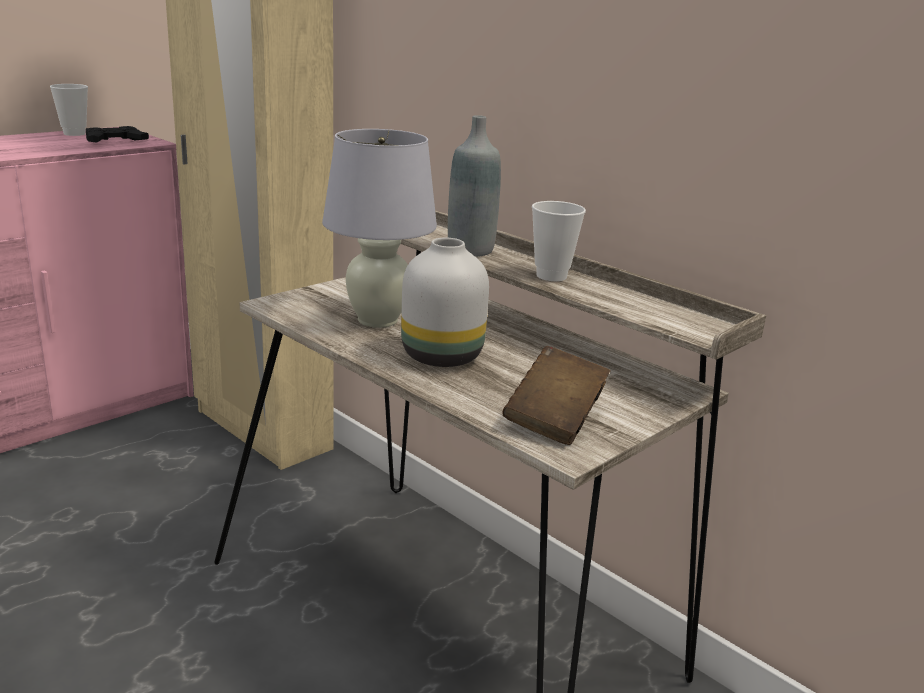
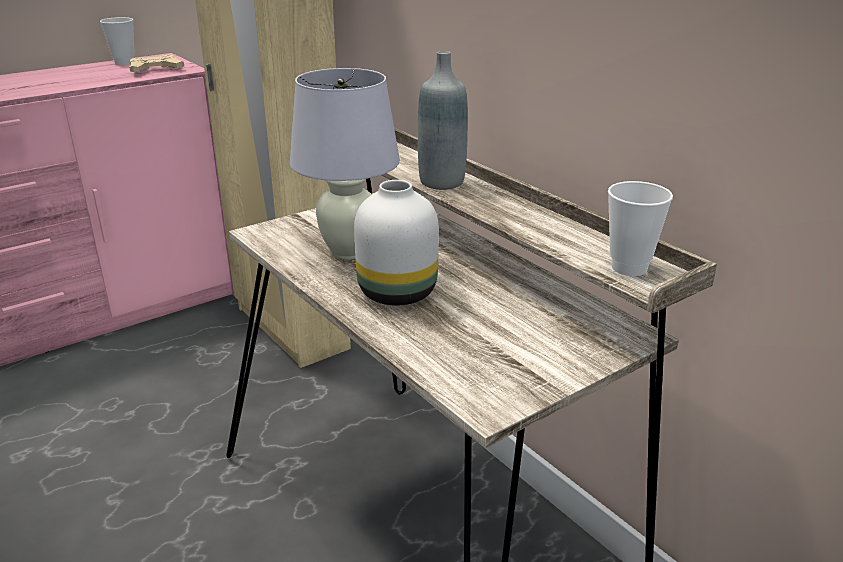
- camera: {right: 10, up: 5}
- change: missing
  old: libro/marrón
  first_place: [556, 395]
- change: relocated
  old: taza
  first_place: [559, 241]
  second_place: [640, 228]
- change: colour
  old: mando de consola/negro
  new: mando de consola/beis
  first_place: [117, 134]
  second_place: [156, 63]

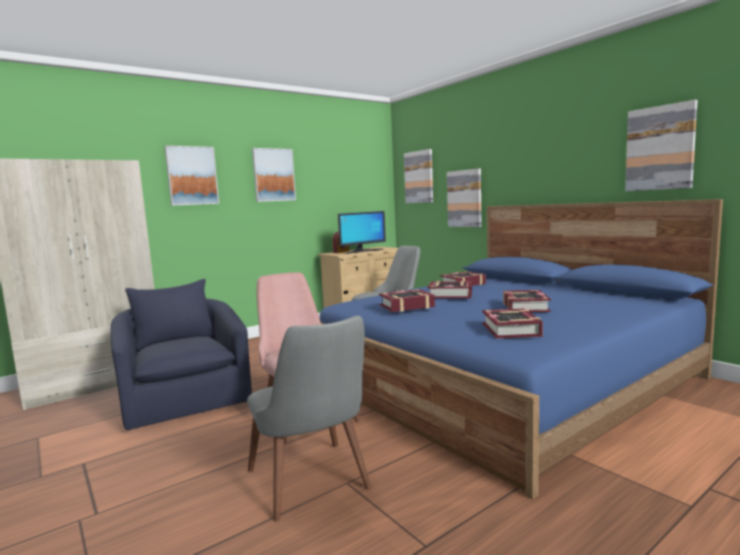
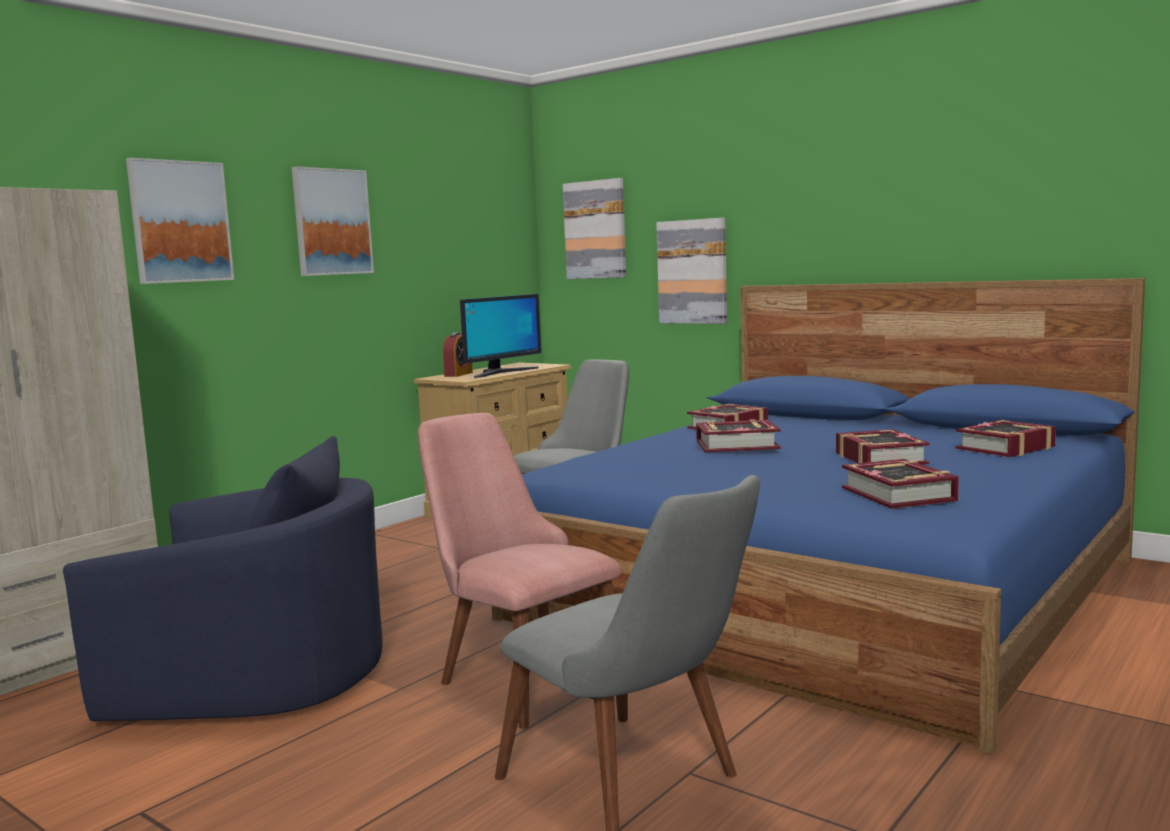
- camera: {right: -15, up: 0}
- change: missing
  old: cuadro
  first_place: [661, 145]
- change: relocated
  old: libro
  first_place: [407, 300]
  second_place: [1006, 438]
- change: spun
  old: sillón/azul
  first_place: [181, 354]
  second_place: [222, 578]
  degrees: 135

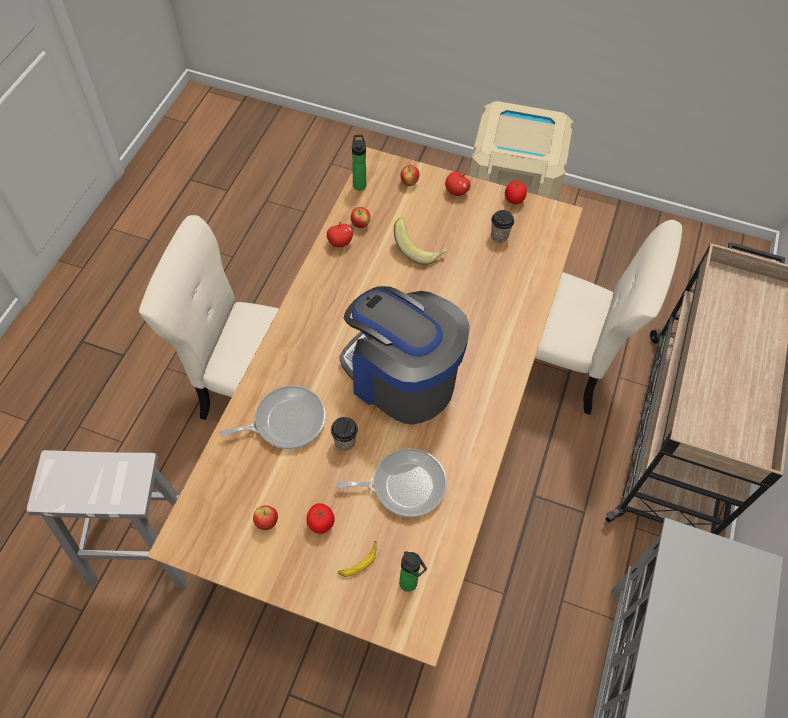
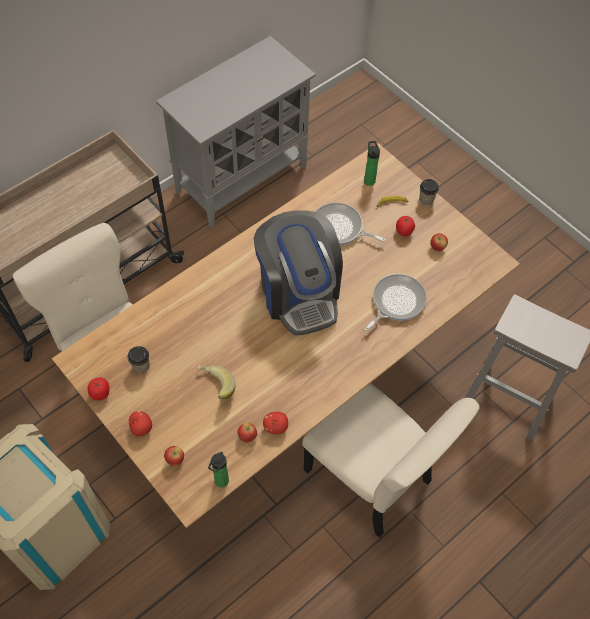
- camera: {right: -150, up: 0}
- change: relocated
  old: taza
  first_place: [344, 434]
  second_place: [429, 192]
- change: spun
  old: sartén
  first_place: [273, 417]
  second_place: [395, 302]
  degrees: 120

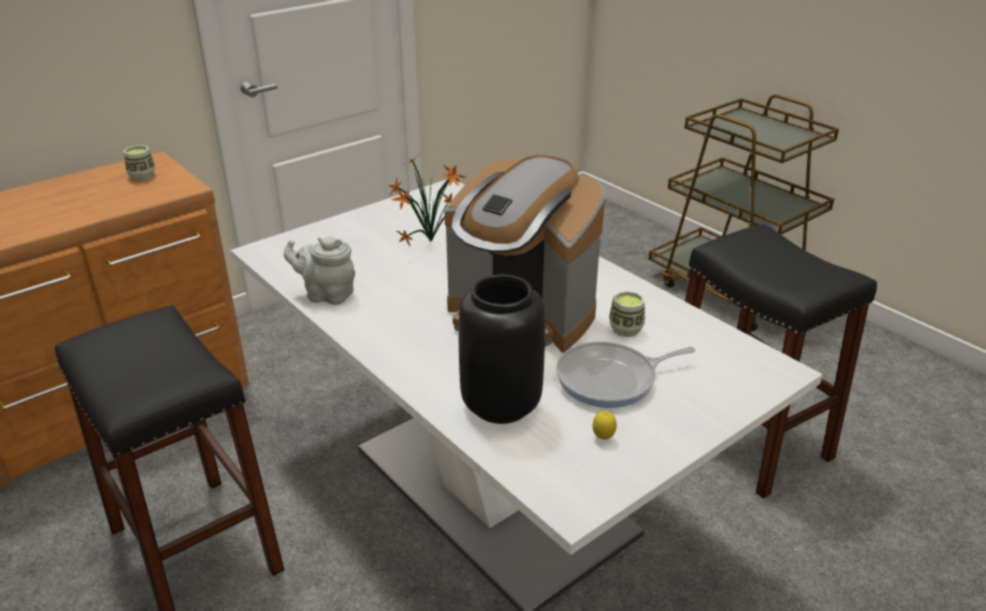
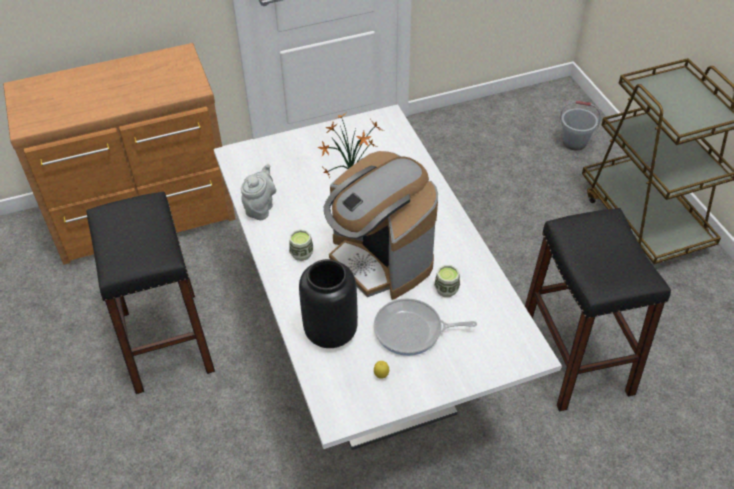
- camera: {right: 20, up: 15}
- change: appeared
  new: cubo/gris
  second_place: [580, 126]
- change: relocated
  old: taza
  first_place: [139, 163]
  second_place: [301, 245]
- change: spun
  old: tetera/gris
  first_place: [319, 270]
  second_place: [258, 192]
  degrees: 75

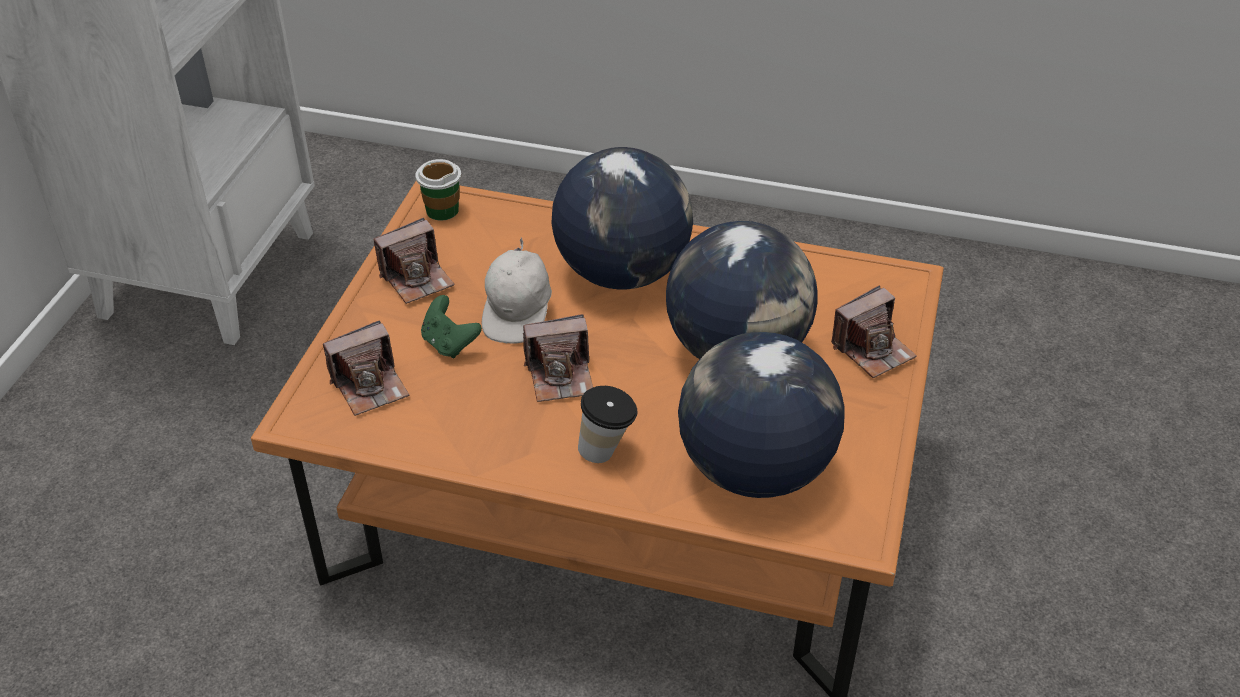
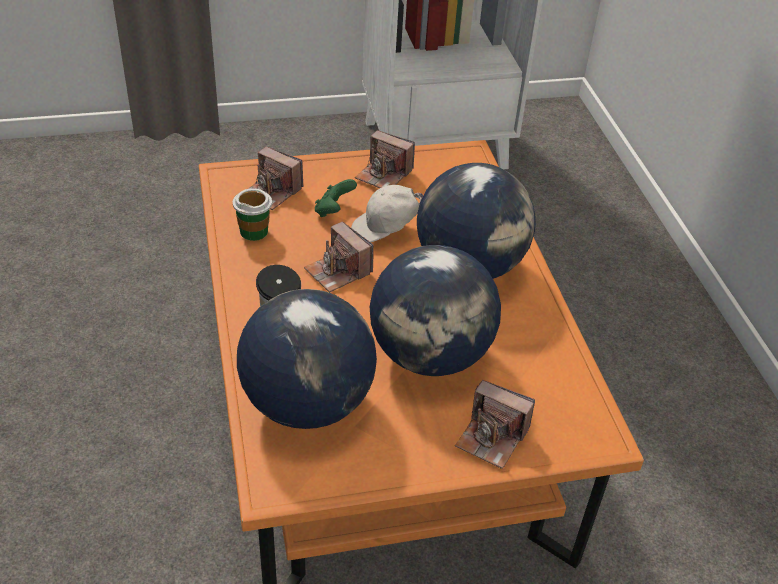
- camera: {right: 60, up: 0}
- change: relocated
  old: taza
  first_place: [438, 190]
  second_place: [252, 214]

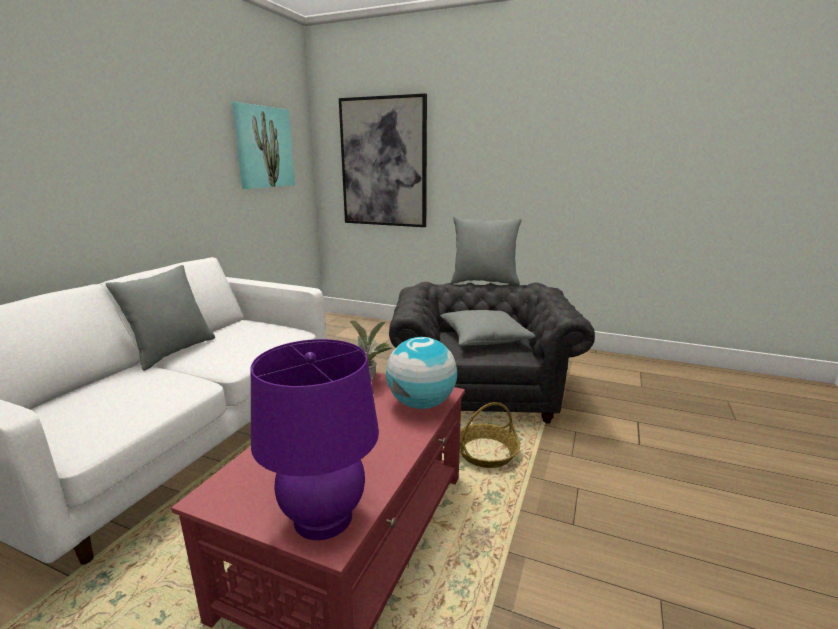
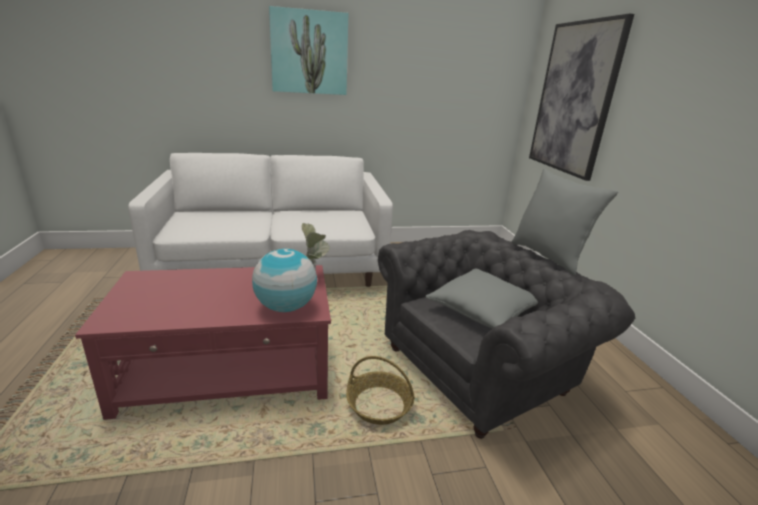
- camera: {right: 55, up: 5}
- change: missing
  old: cojín/gris
  first_place: [160, 318]
- change: missing
  old: lámpara de mesa/morado
  first_place: [315, 439]
- change: relocated
  old: cuadro
  first_place: [263, 145]
  second_place: [308, 50]

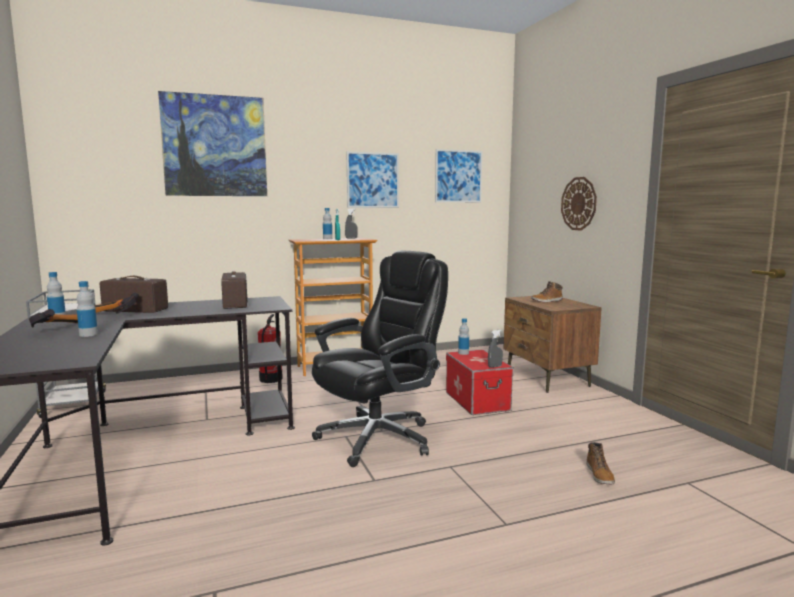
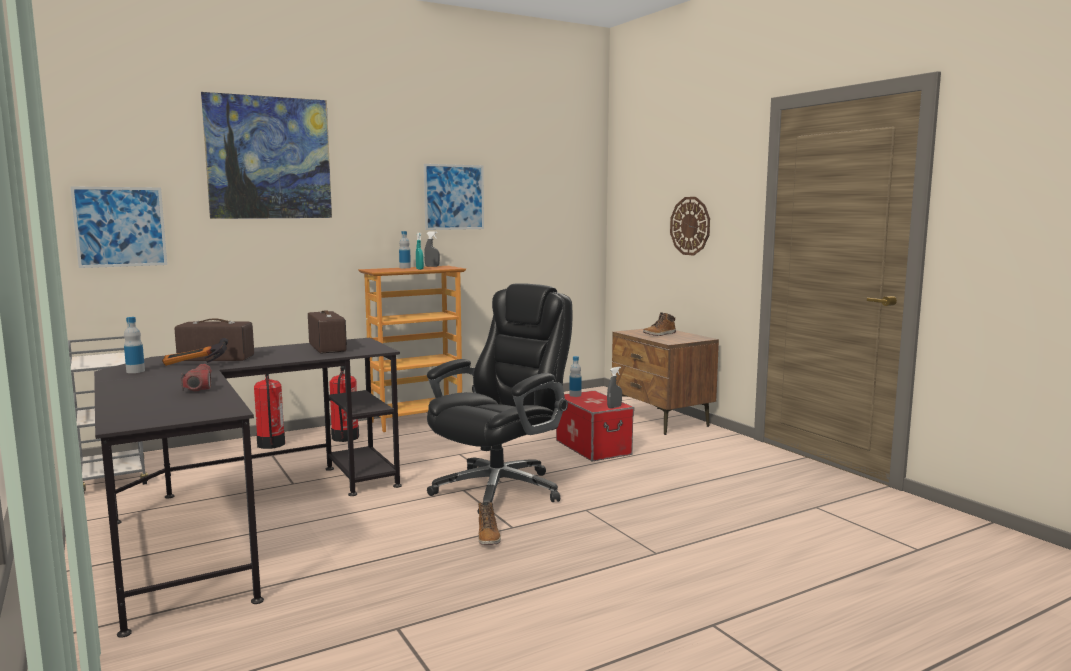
- camera: {right: -10, up: 0}
- change: missing
  old: martillo
  first_place: [53, 318]
- change: appeared
  new: extintor
  second_place: [269, 411]
- change: relocated
  old: cuadro
  first_place: [458, 175]
  second_place: [118, 227]
- change: relocated
  old: bota
  first_place: [600, 463]
  second_place: [489, 523]
- change: exchanged
  old: botella
  new: linterna
  first_place: [87, 309]
  second_place: [196, 377]

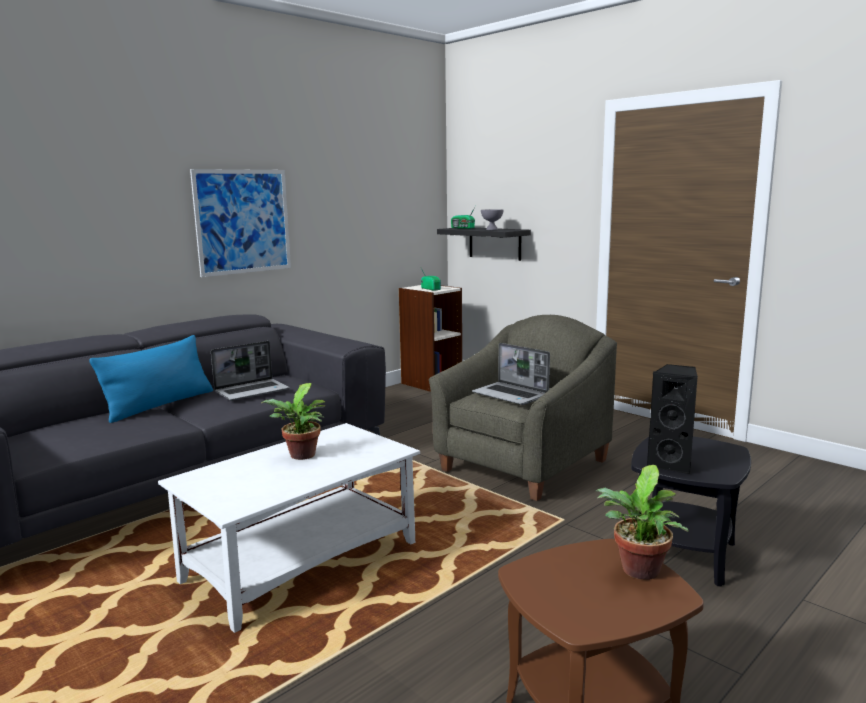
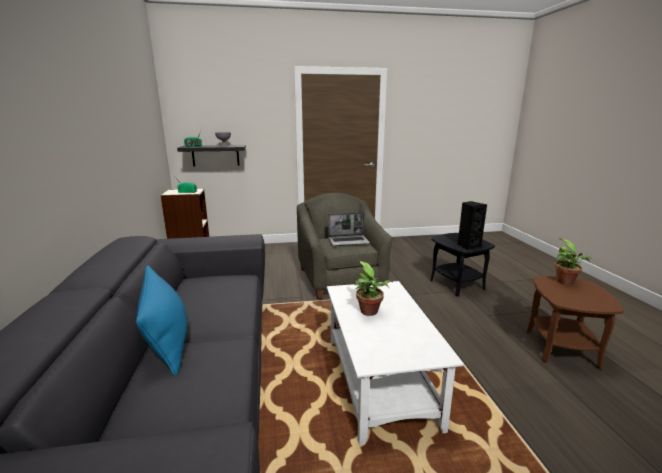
- camera: {right: -55, up: 5}
- change: missing
  old: cuadro
  first_place: [240, 223]
- change: missing
  old: portátil
  first_place: [250, 371]

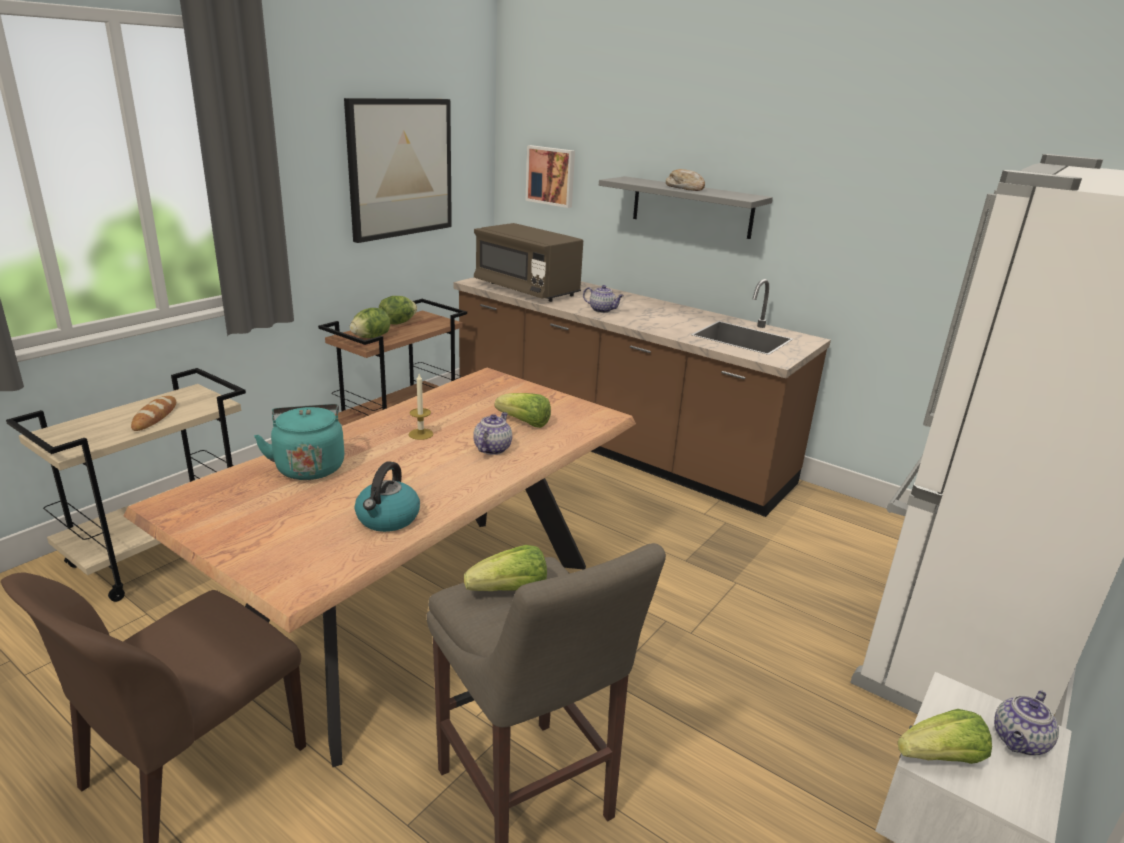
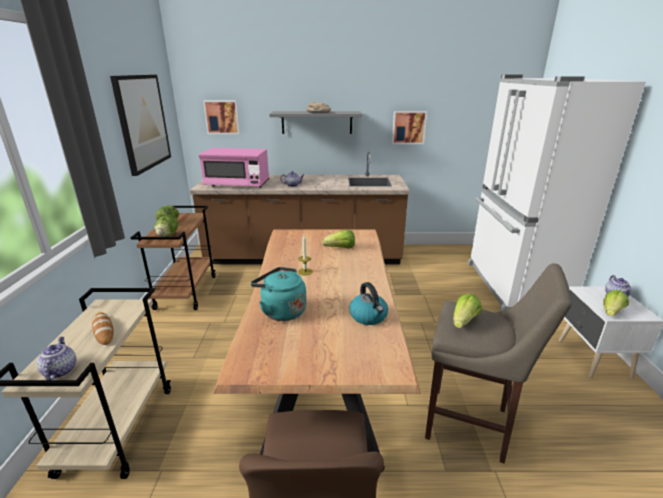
- camera: {right: -35, up: 0}
- change: appeared
  new: cuadro
  second_place: [409, 127]
- change: relocated
  old: tetera
  first_place: [492, 433]
  second_place: [56, 358]
- change: colour
  old: microondas/marrón
  new: microondas/rosa
  first_place: [528, 262]
  second_place: [233, 168]

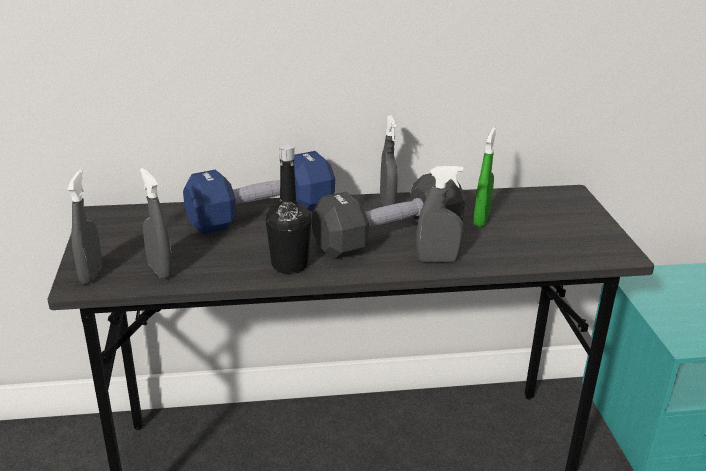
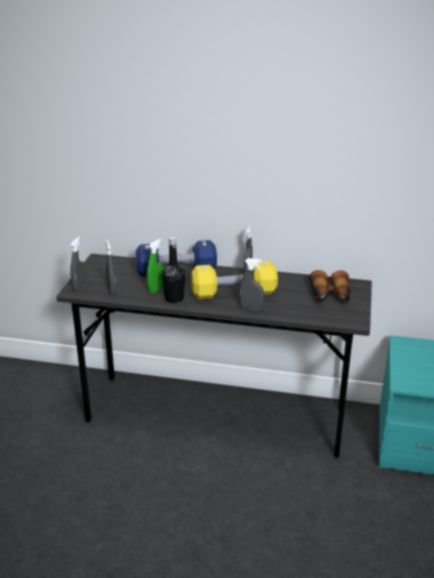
- camera: {right: 20, up: 0}
- change: appeared
  new: prismáticos
  second_place: [329, 286]
- change: relocated
  old: pulverizador/verde
  first_place: [484, 177]
  second_place: [156, 266]
- change: colour
  old: mancuerna/negro
  new: mancuerna/amarillo
  first_place: [389, 216]
  second_place: [234, 280]

